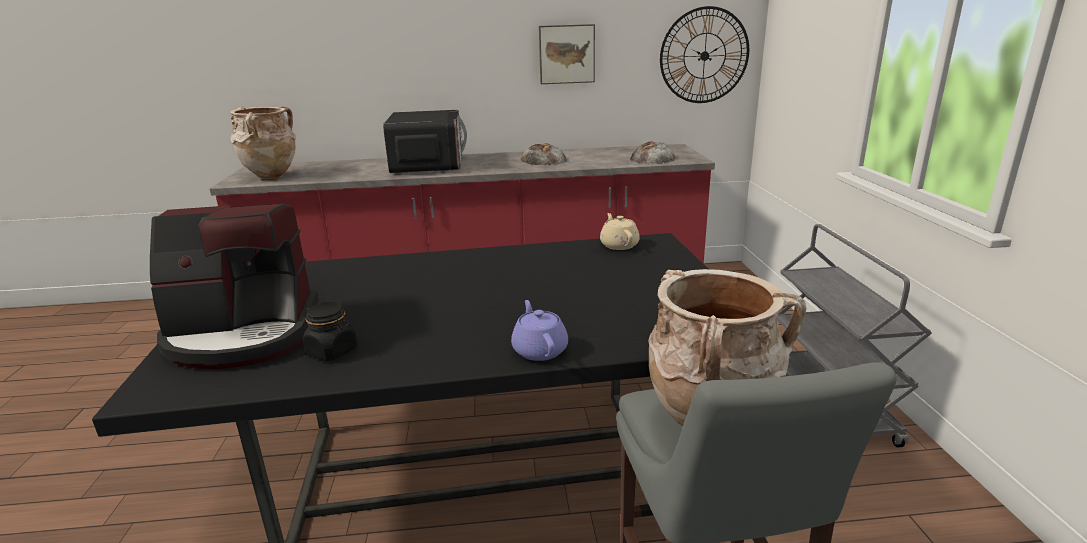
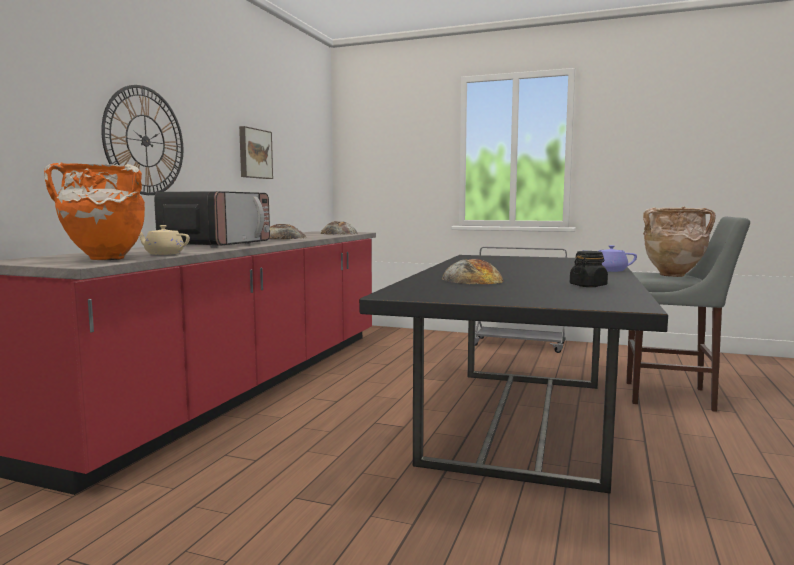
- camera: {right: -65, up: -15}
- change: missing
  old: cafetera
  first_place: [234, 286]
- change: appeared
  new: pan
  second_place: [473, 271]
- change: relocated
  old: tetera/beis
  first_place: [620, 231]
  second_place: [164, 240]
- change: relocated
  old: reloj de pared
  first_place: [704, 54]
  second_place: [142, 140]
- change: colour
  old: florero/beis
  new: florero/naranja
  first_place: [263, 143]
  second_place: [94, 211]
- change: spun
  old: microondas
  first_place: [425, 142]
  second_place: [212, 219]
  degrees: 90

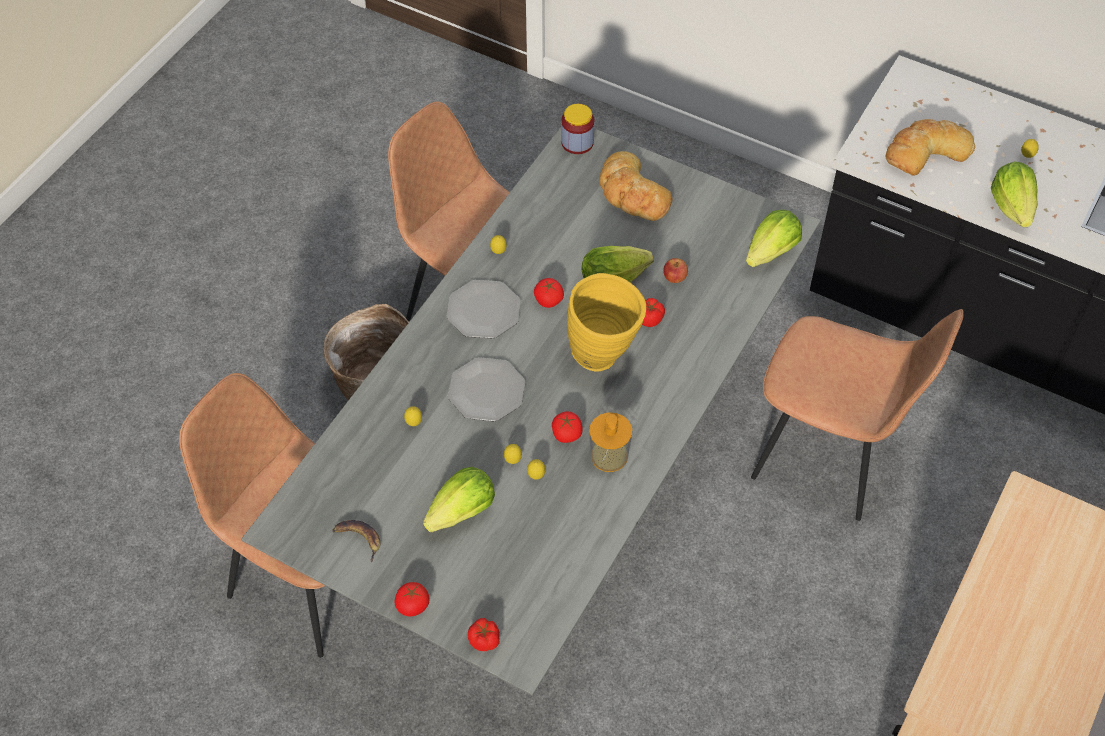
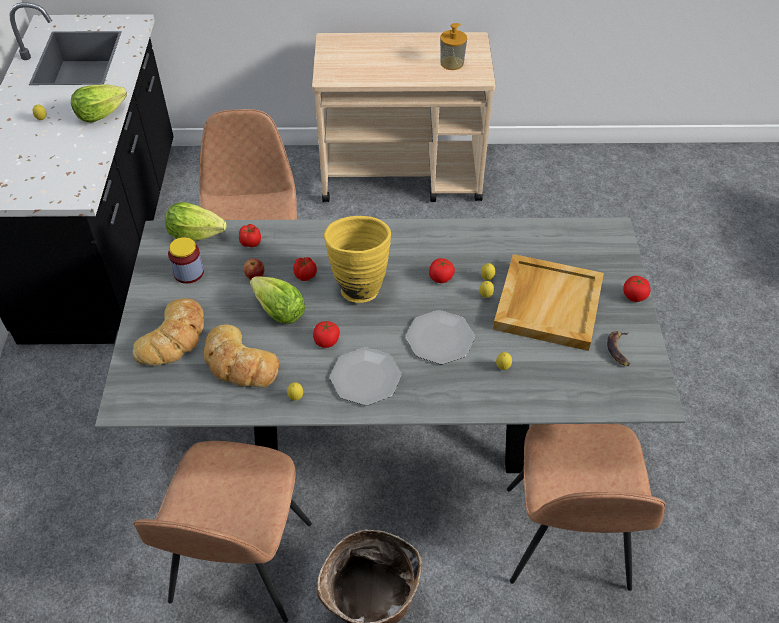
- camera: {right: -120, up: -5}
- change: relocated
  old: tomate
  first_place: [484, 634]
  second_place: [250, 235]
- change: relocated
  old: tarro
  first_place: [578, 129]
  second_place: [186, 260]
- change: relocated
  old: dispensador de jabón
  first_place: [610, 442]
  second_place: [453, 46]
- change: relocated
  old: pan
  first_place: [930, 147]
  second_place: [241, 355]
- change: exchanged
  old: lechuga
  new: bandeja/beis
  first_place: [459, 499]
  second_place: [548, 302]

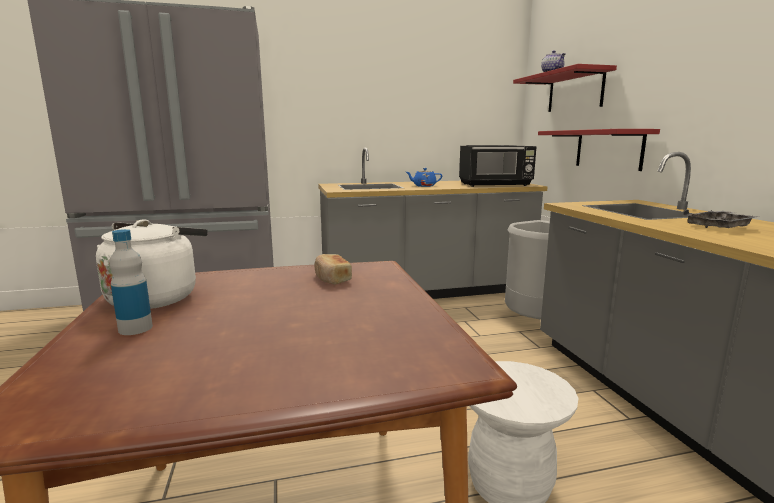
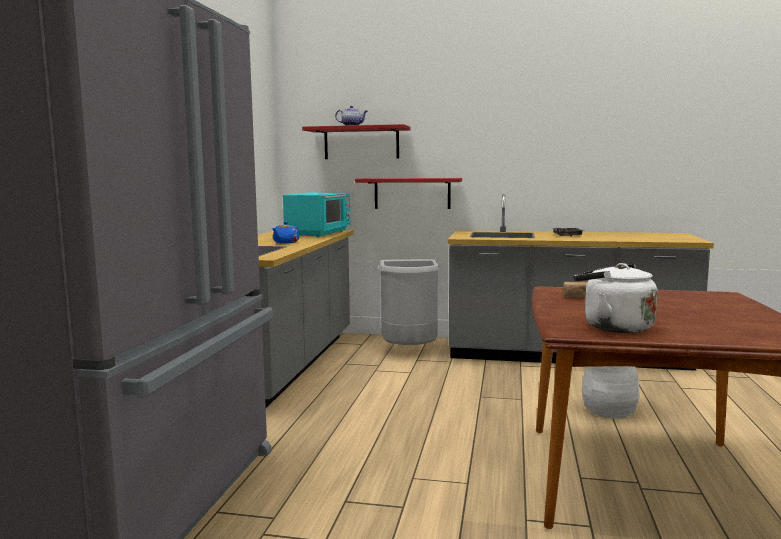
- camera: {right: -65, up: -5}
- change: missing
  old: botella
  first_place: [131, 282]
- change: colour
  old: microondas/negro
  new: microondas/turquesa
  first_place: [498, 166]
  second_place: [316, 215]

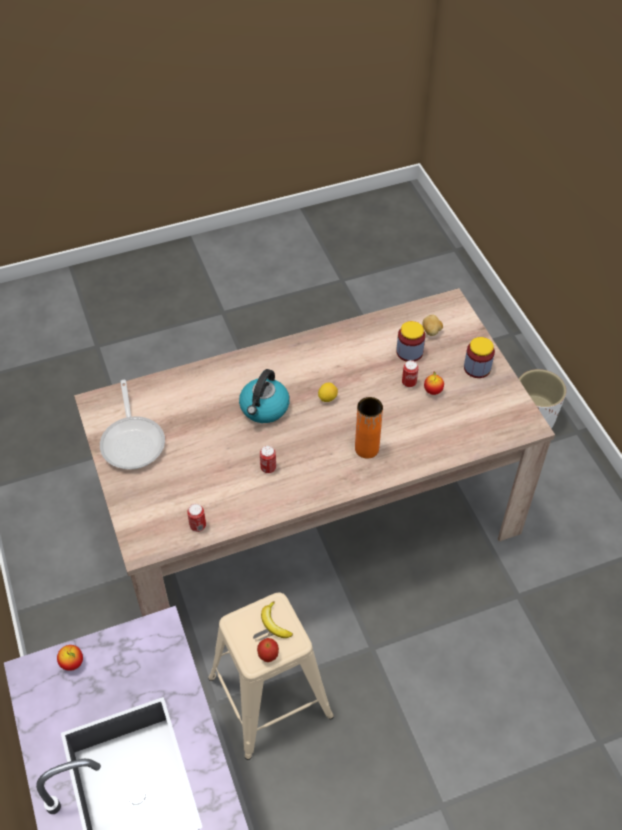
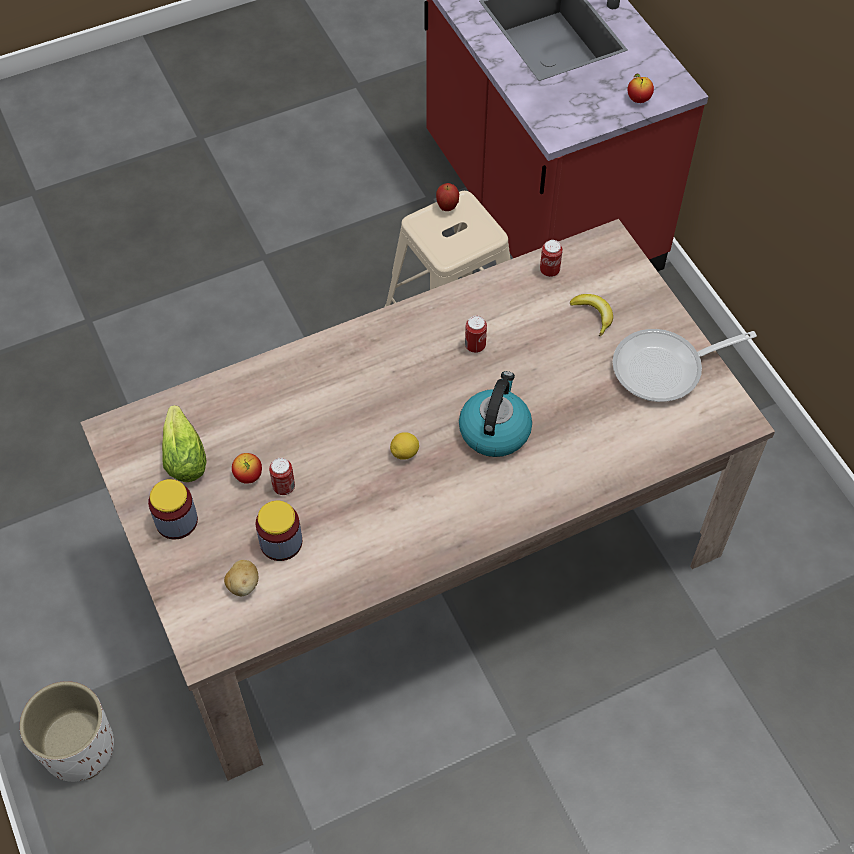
- camera: {right: 175, up: 5}
- change: missing
  old: florero/naranja
  first_place: [369, 428]
- change: appeared
  new: lechuga
  second_place: [184, 443]
- change: relocated
  old: plátano
  first_place: [277, 619]
  second_place: [591, 315]
- change: spun
  old: sartén
  first_place: [132, 425]
  second_place: [685, 365]
  degrees: -90

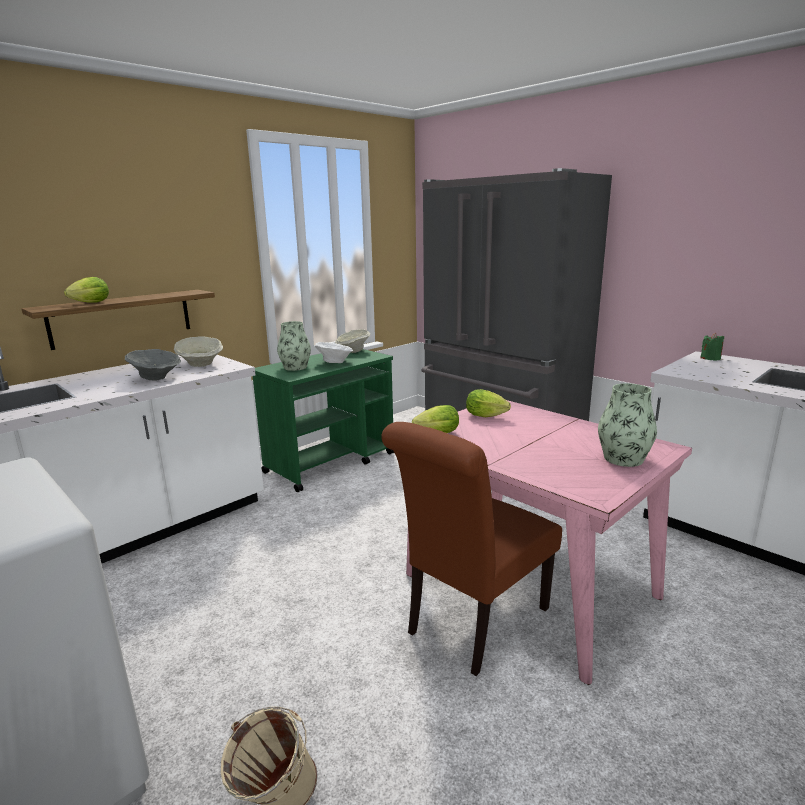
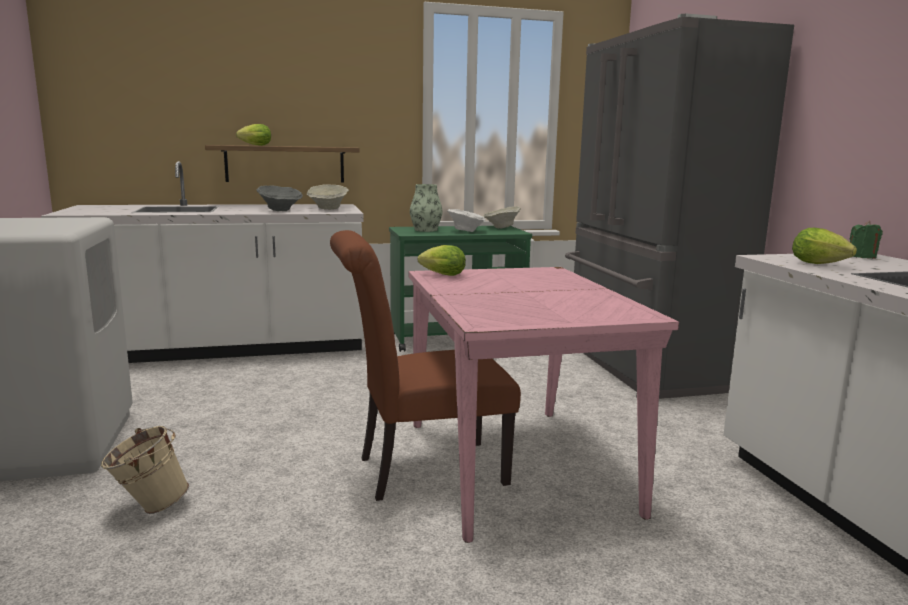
- camera: {right: 30, up: -5}
- change: missing
  old: florero
  first_place: [627, 425]
- change: relocated
  old: lechuga
  first_place: [488, 403]
  second_place: [824, 246]

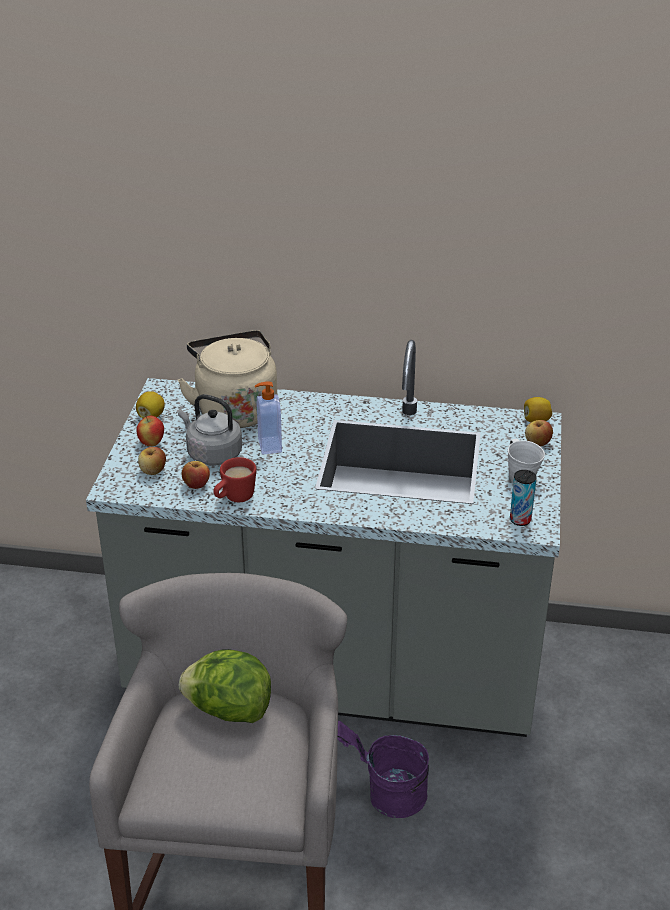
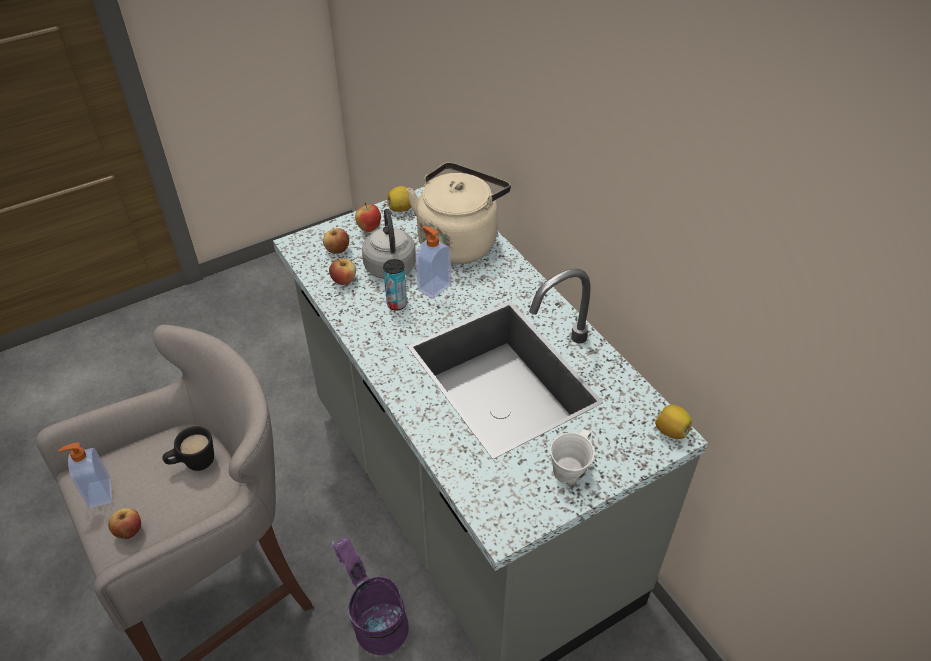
- camera: {right: 50, up: 10}
- change: missing
  old: taza grande/rojo
  first_place: [235, 479]
- change: appeared
  new: dispensador de jabón
  second_place: [85, 475]
- change: relocated
  old: lata
  first_place: [523, 498]
  second_place: [395, 284]
- change: relocated
  old: manzana
  first_place: [539, 433]
  second_place: [124, 523]
- change: exchanged
  old: lechuga
  new: taza grande/negro
  first_place: [225, 686]
  second_place: [188, 448]

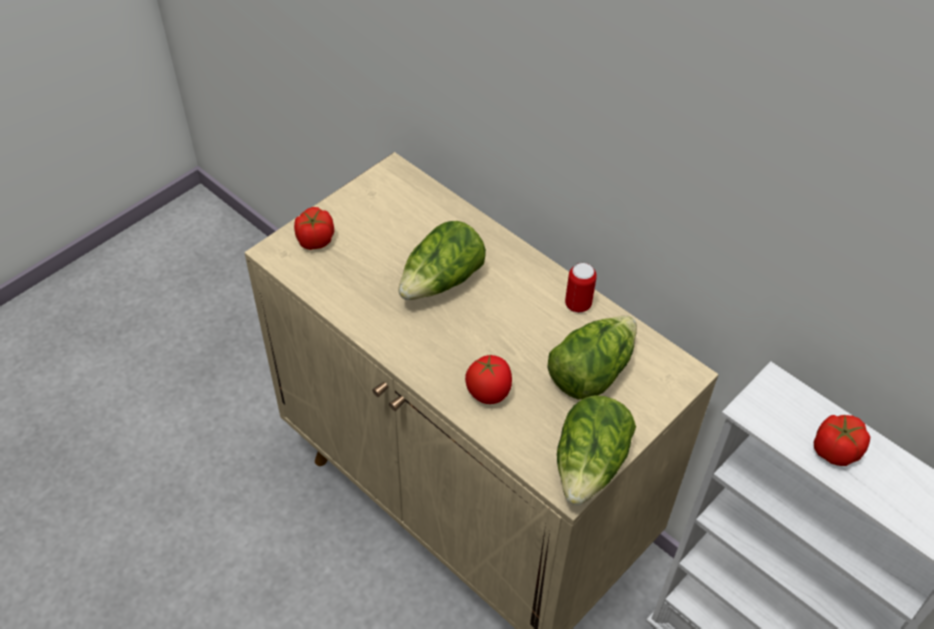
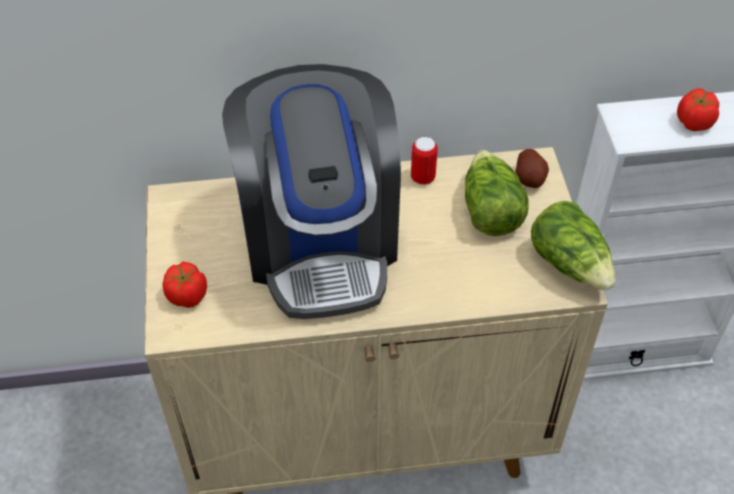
- camera: {right: -50, up: 0}
- change: missing
  old: tomate
  first_place: [488, 379]
- change: appeared
  new: patata
  second_place: [532, 168]
- change: exchanged
  old: lechuga
  new: cafetera
  first_place: [442, 260]
  second_place: [311, 191]

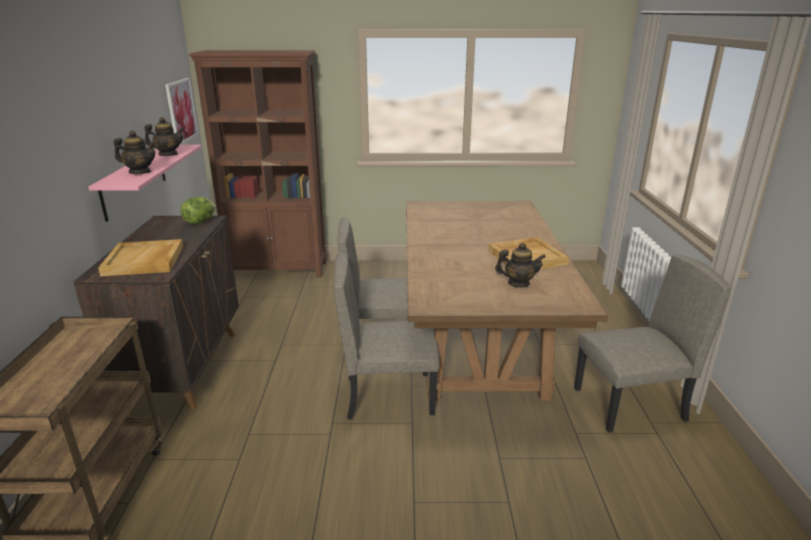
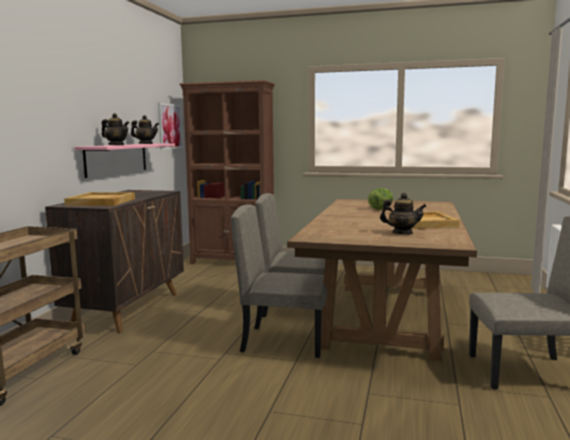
- camera: {right: 15, up: -15}
- change: relocated
  old: lechuga
  first_place: [197, 210]
  second_place: [380, 199]

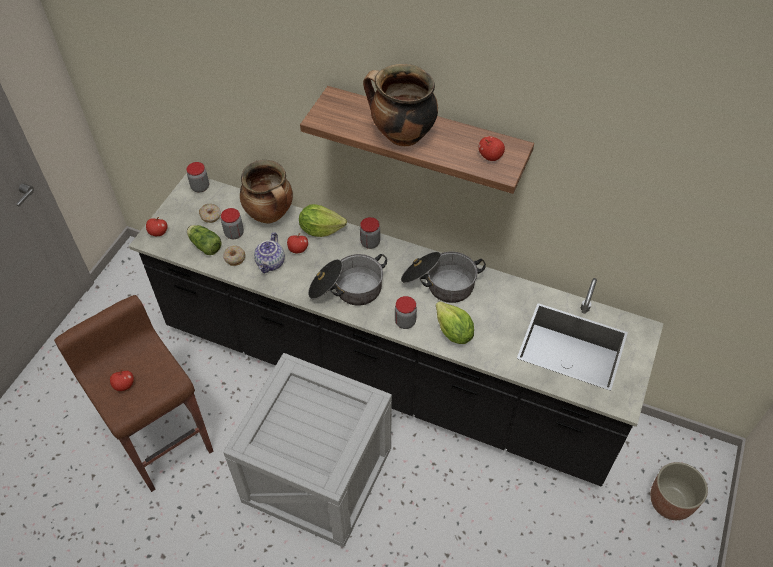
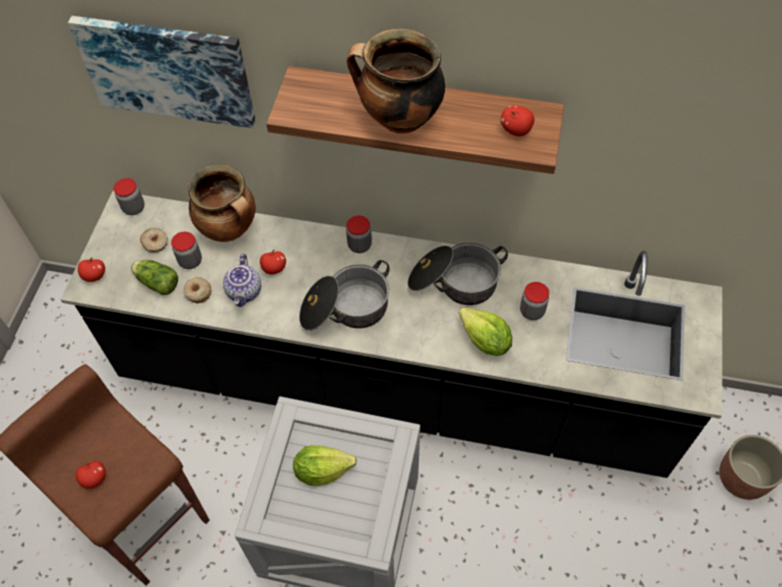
- camera: {right: -10, up: 5}
- change: appeared
  new: cuadro
  second_place: [162, 72]
- change: relocated
  old: lechuga
  first_place: [323, 220]
  second_place: [325, 465]
- change: relocated
  old: tarro
  first_place: [406, 312]
  second_place: [534, 301]

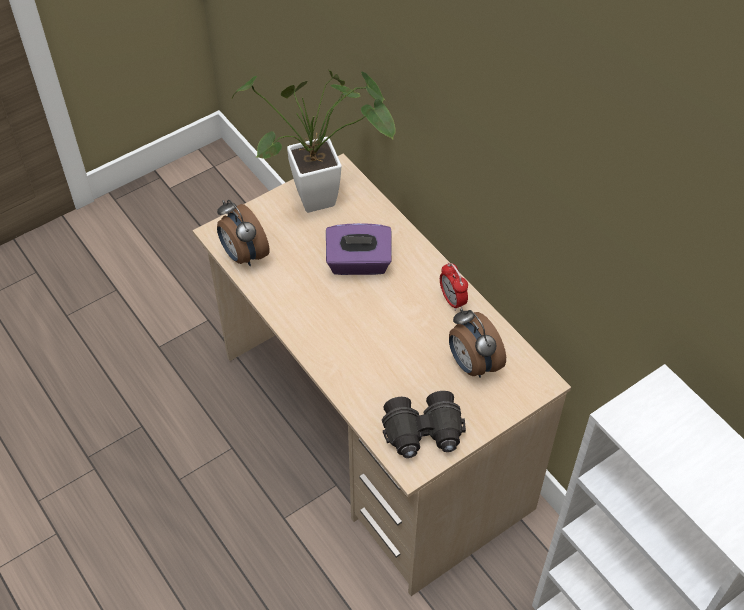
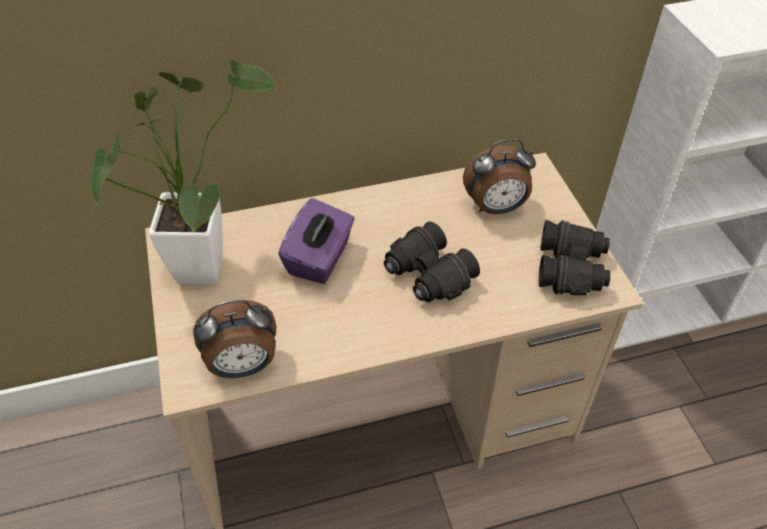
- camera: {right: -70, up: -5}
- change: missing
  old: despertador
  first_place: [454, 286]
- change: appeared
  new: prismáticos/negro
  second_place: [432, 261]

